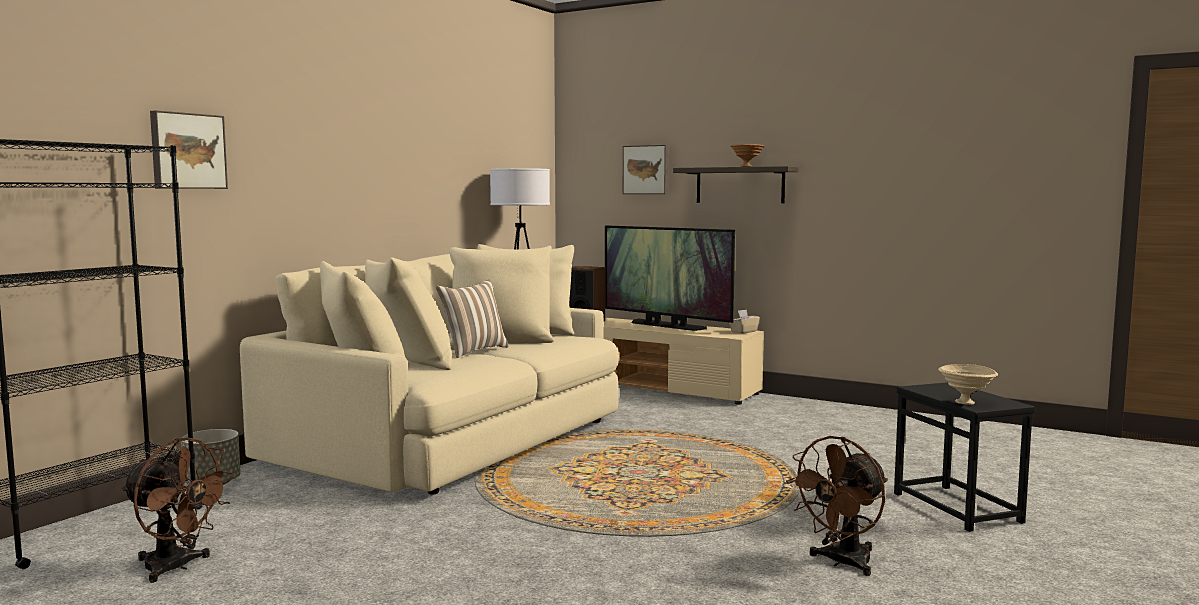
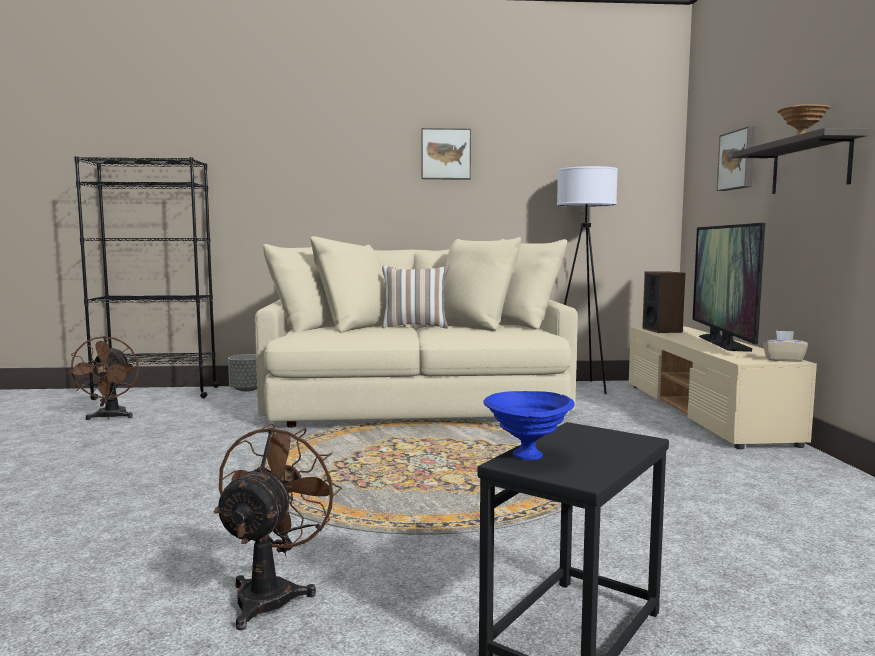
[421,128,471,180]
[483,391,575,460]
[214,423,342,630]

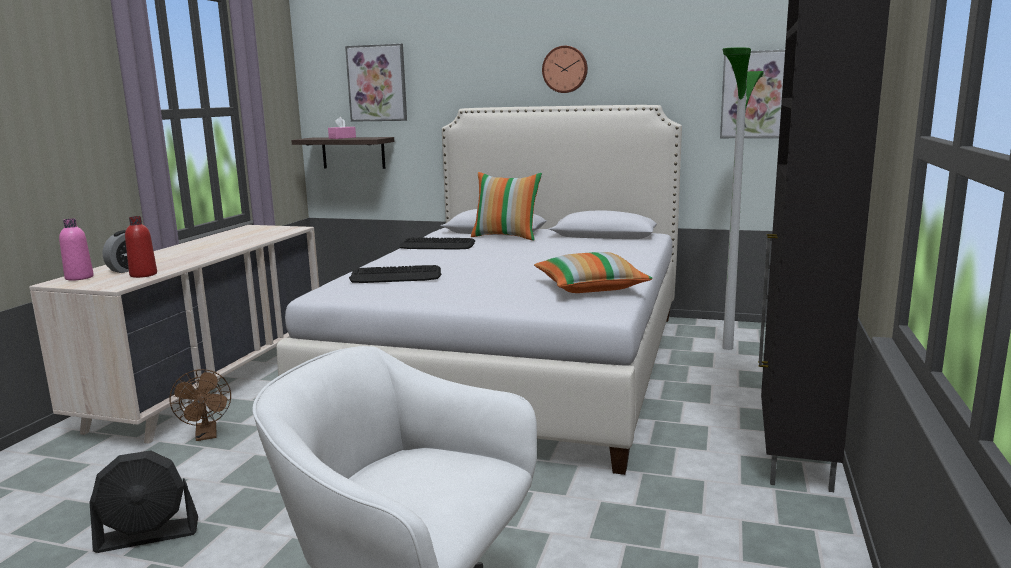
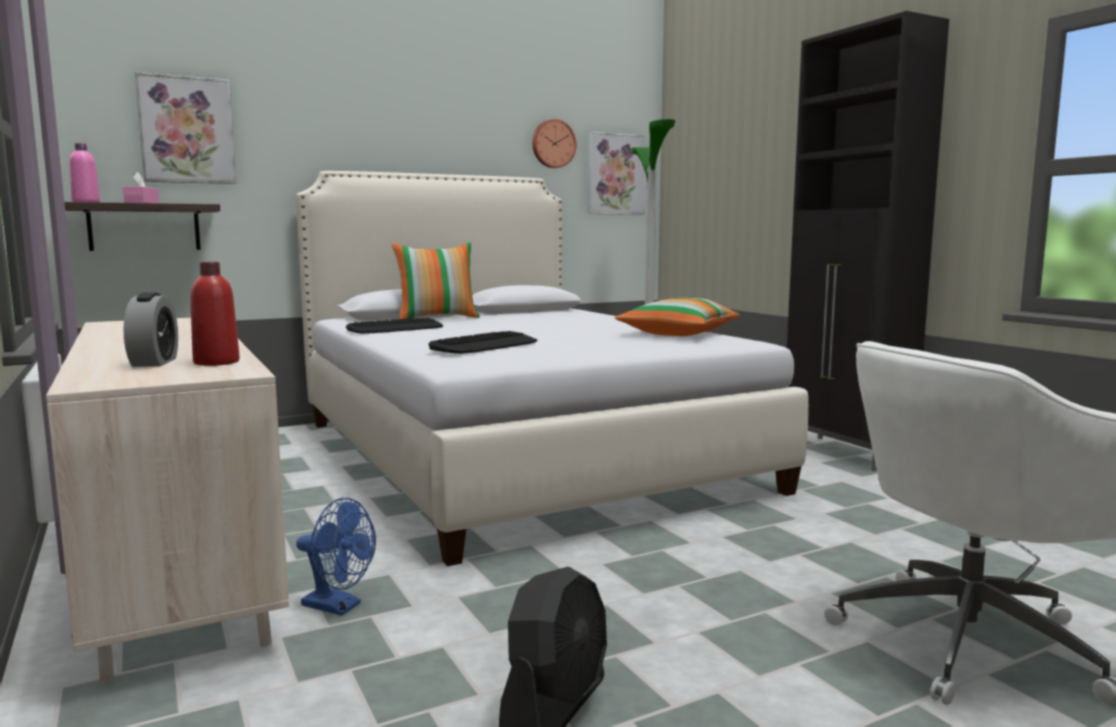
[69,143,100,202]
[532,119,576,168]
[296,498,376,616]

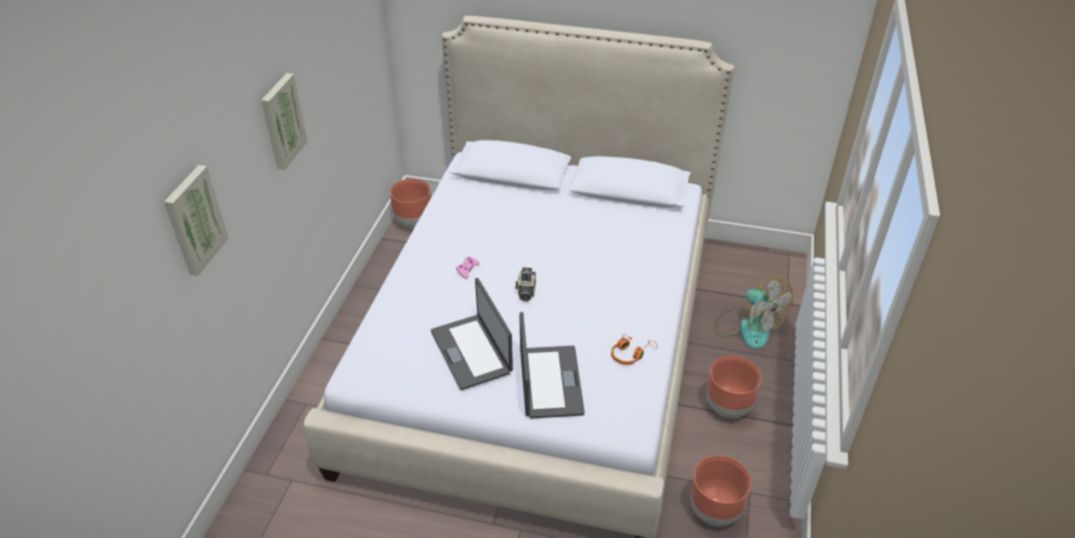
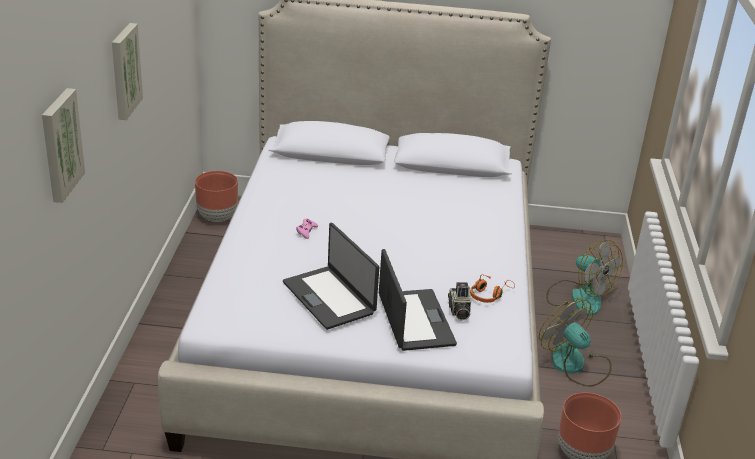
[448,282,471,320]
[539,298,612,387]

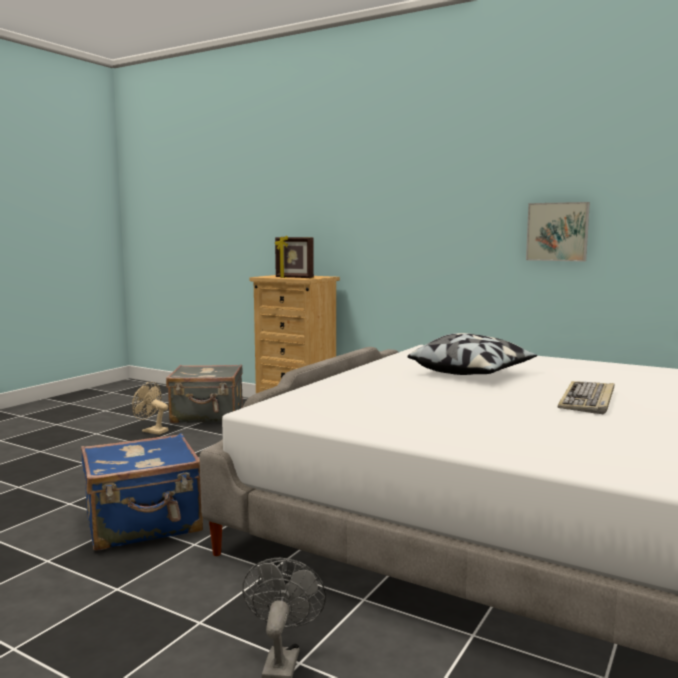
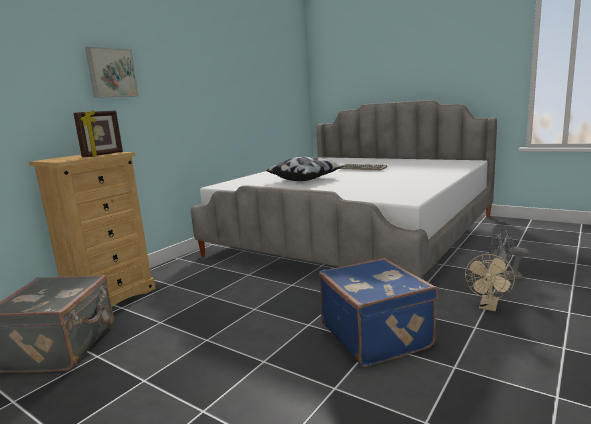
[465,254,515,311]
[85,47,139,98]

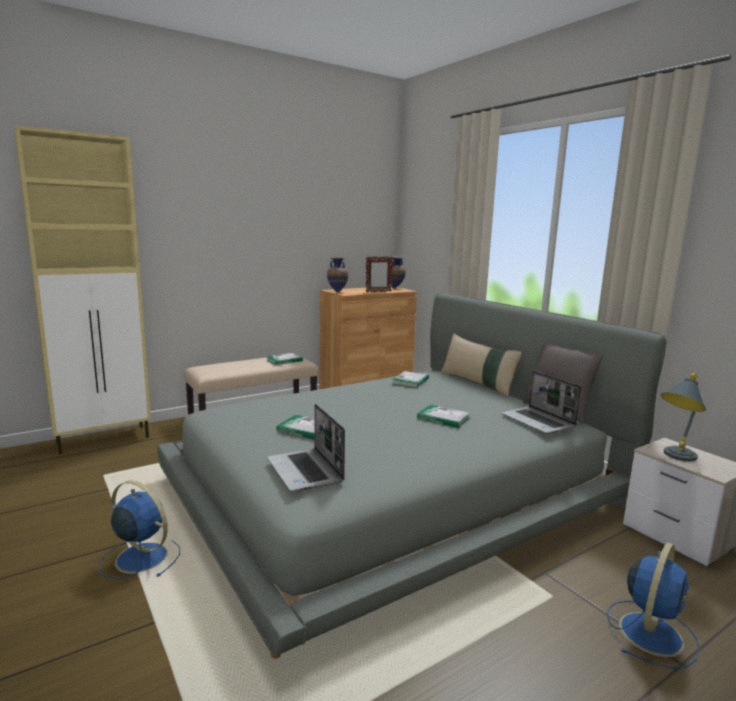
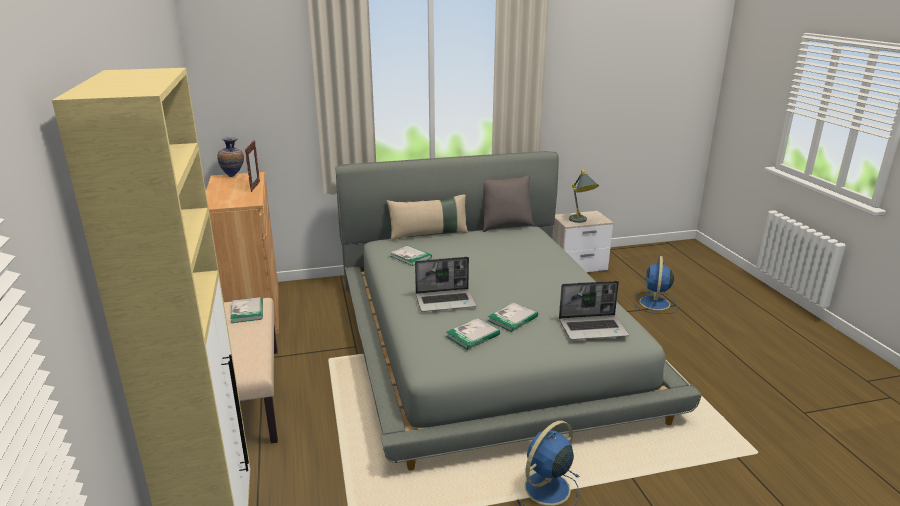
[327,258,348,292] (first image)
[446,318,500,350]
[415,257,477,312]
[633,256,678,314]

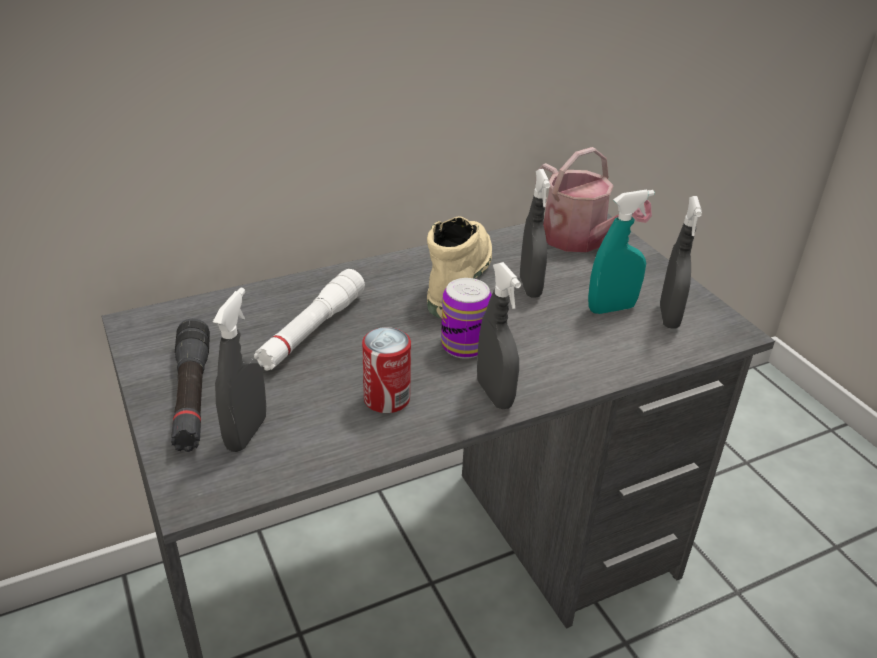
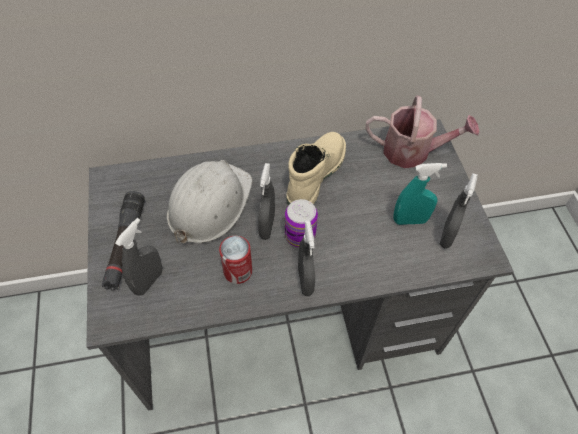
[258,163,275,240]
[167,160,253,244]
[365,95,480,168]

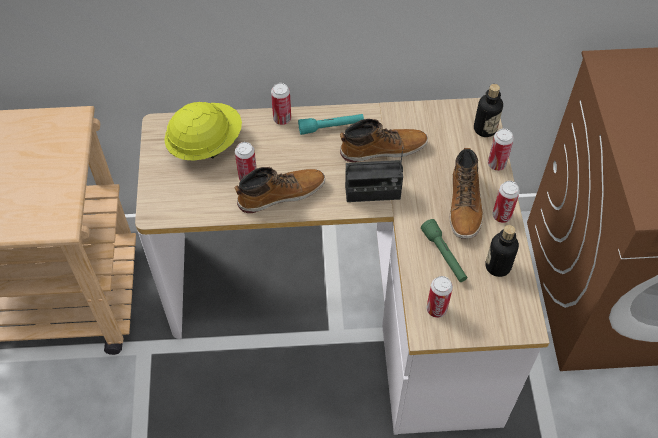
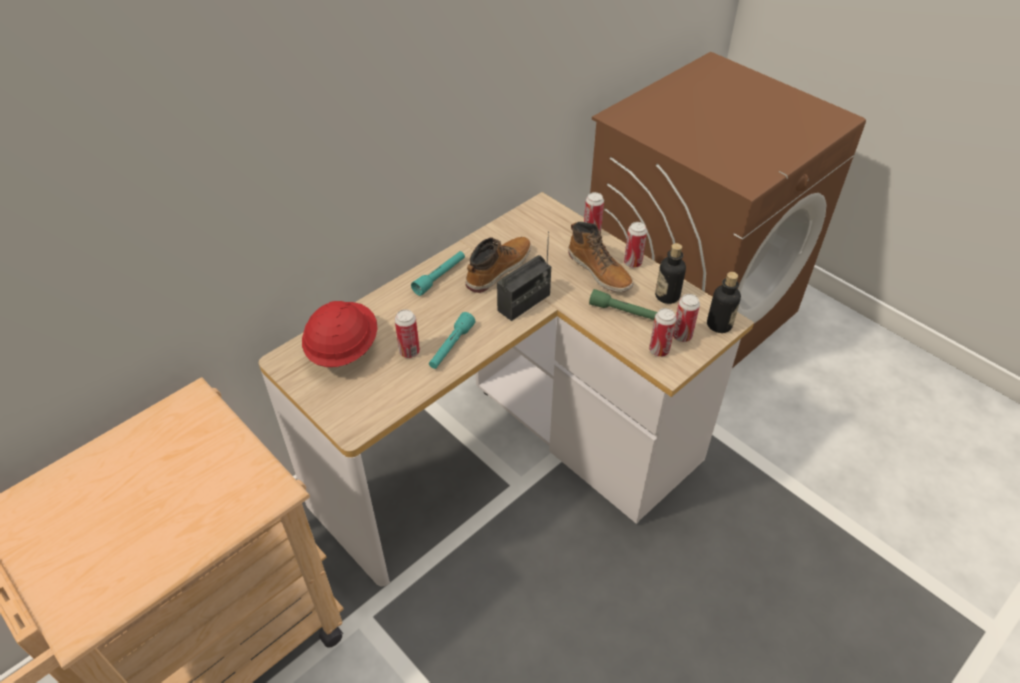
[673,294,700,342]
[707,272,741,333]
[429,312,475,369]
[302,301,377,367]

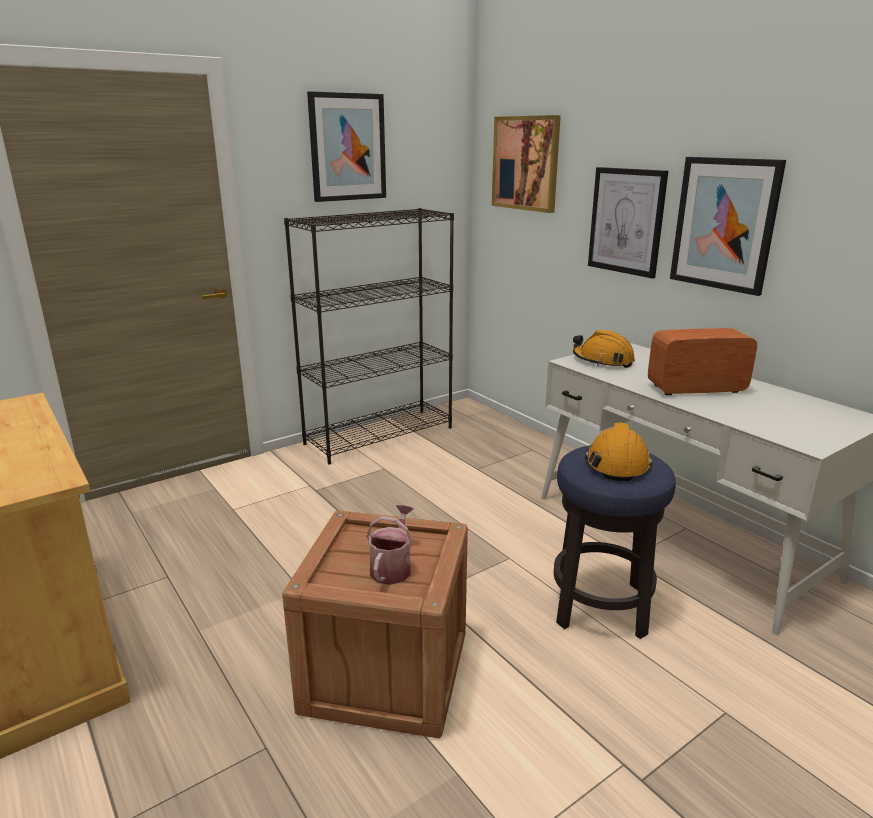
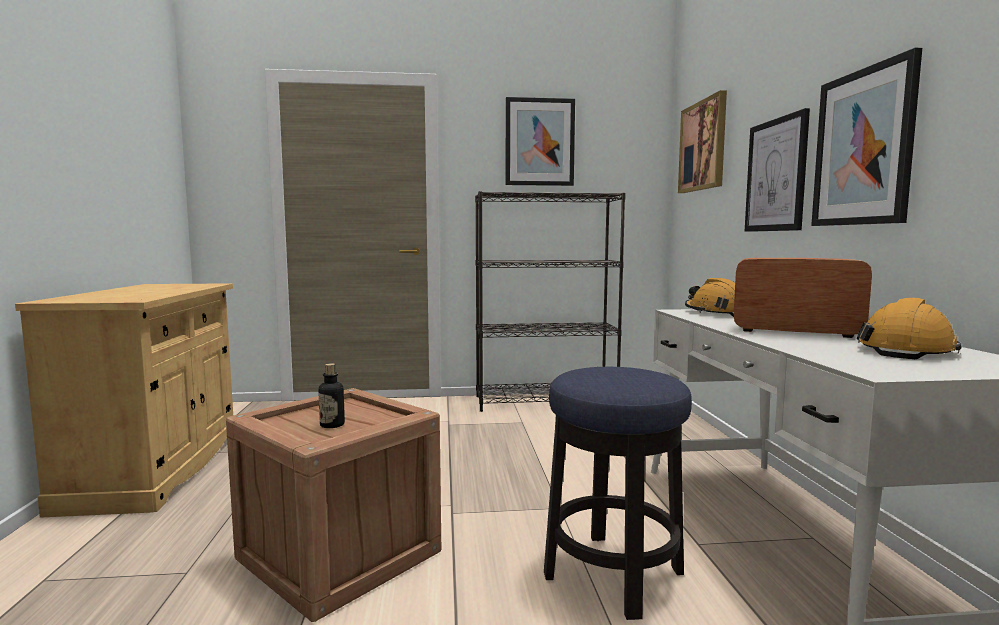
[857,297,961,359]
[318,363,345,428]

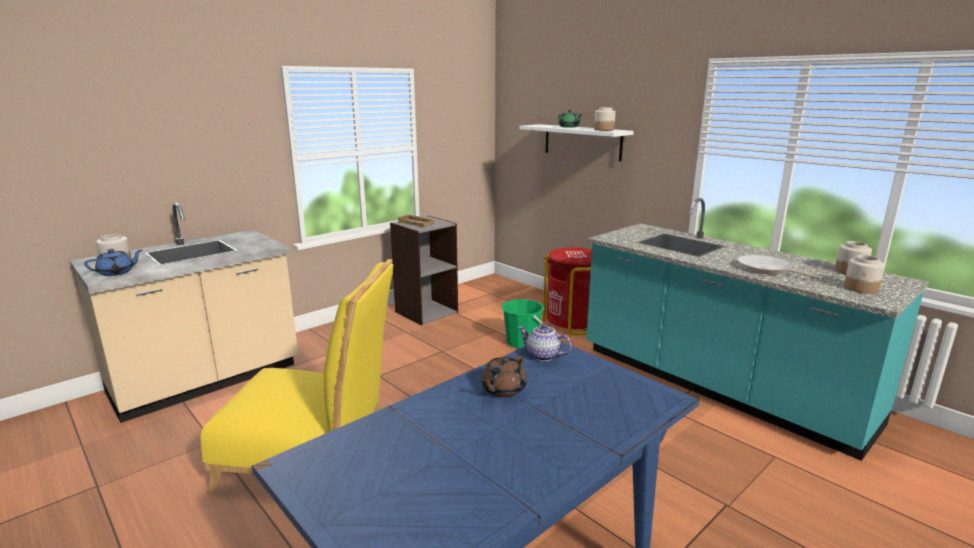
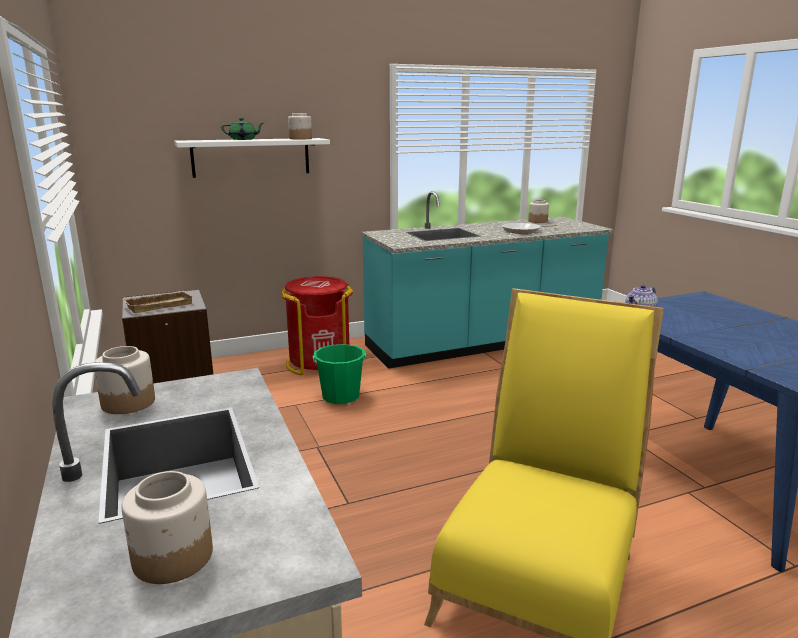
[84,249,142,276] (first image)
[481,356,527,397] (first image)
[94,346,155,414]

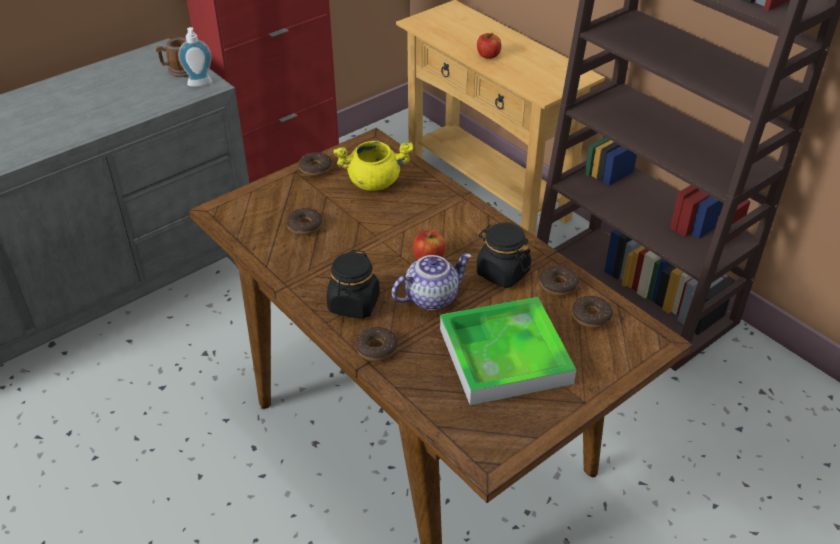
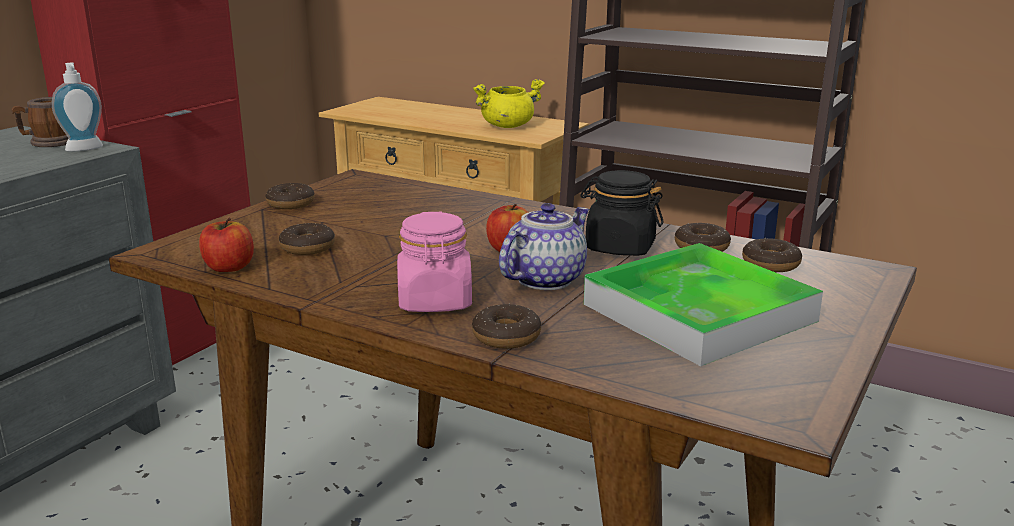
[473,79,545,128]
[199,218,254,272]
[397,212,472,312]

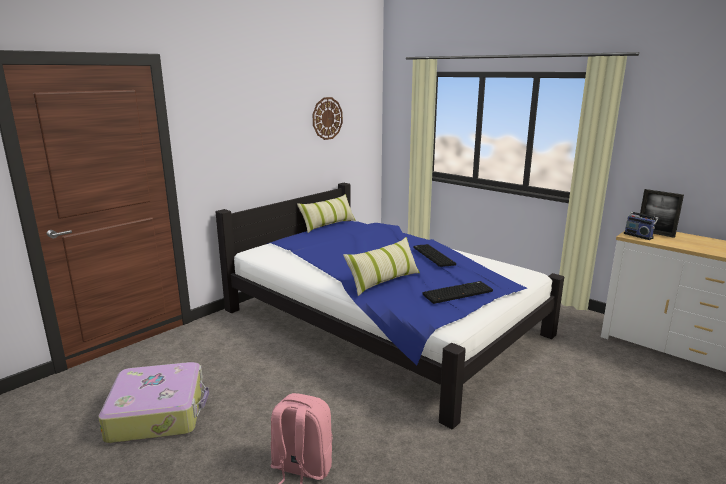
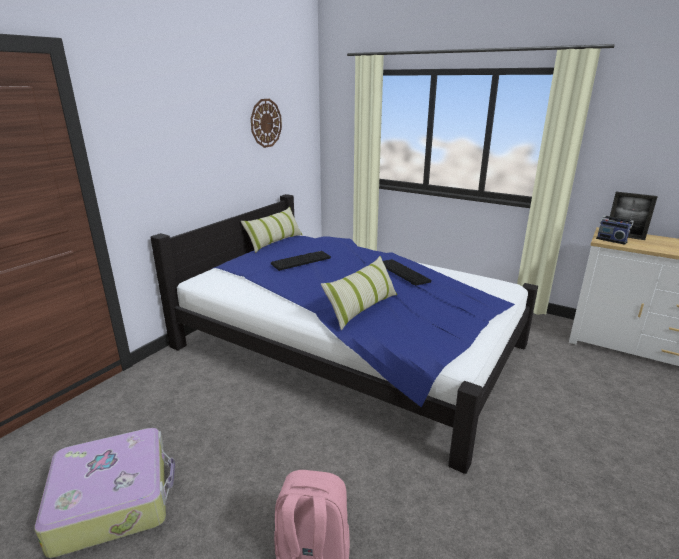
[271,251,331,271]

